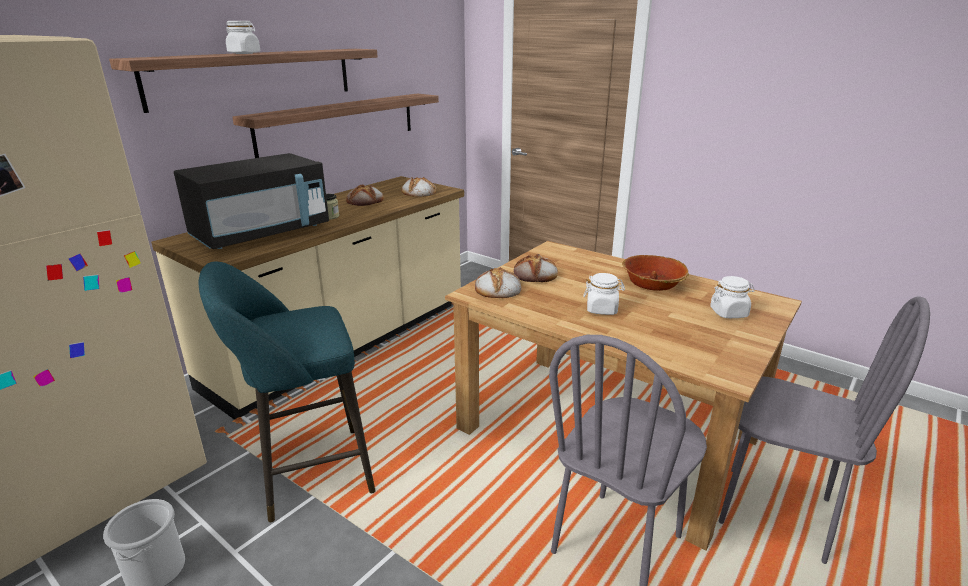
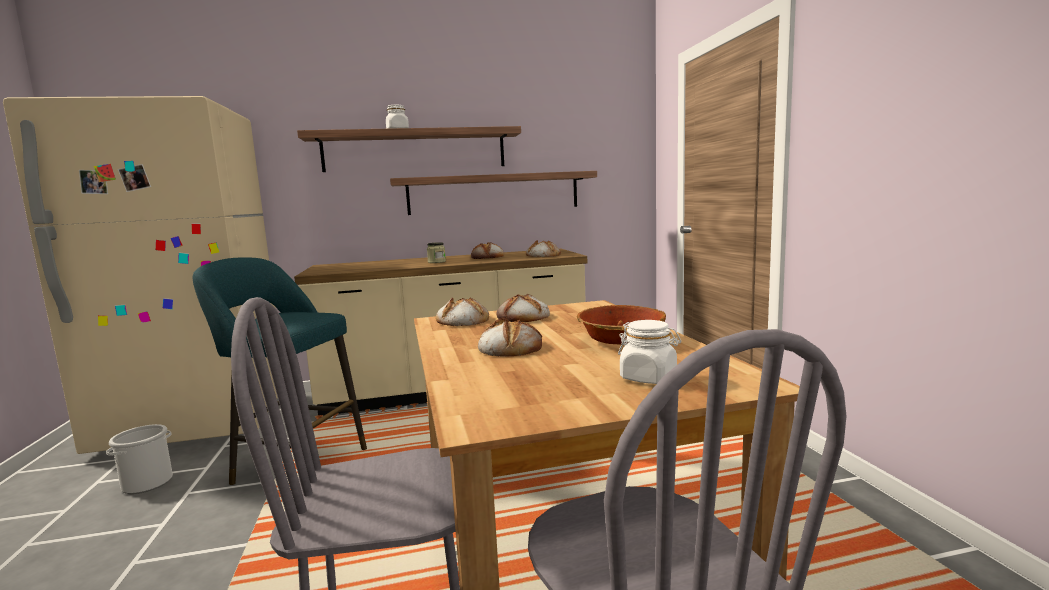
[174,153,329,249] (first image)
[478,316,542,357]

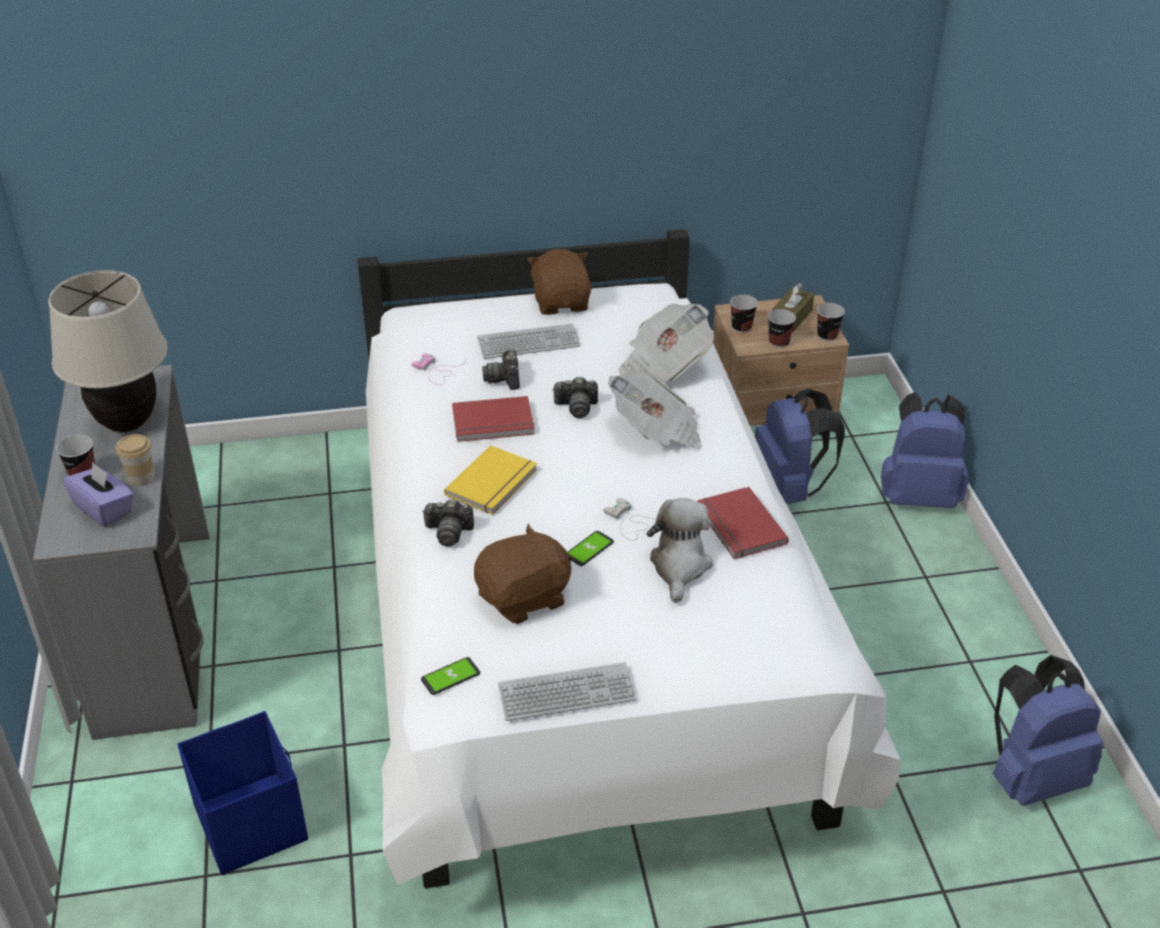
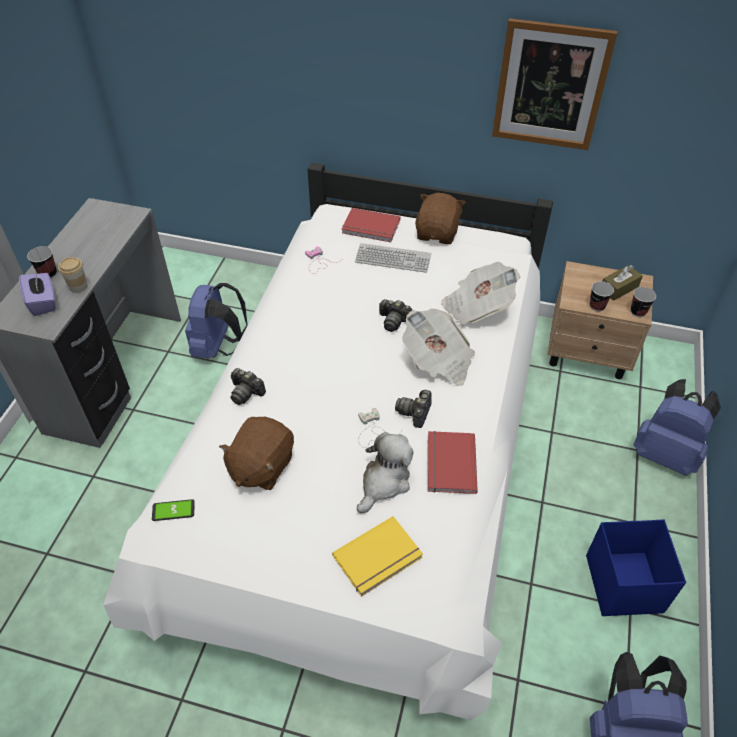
[48,270,168,432] (first image)
[498,662,636,721] (first image)
[567,531,614,566] (first image)
[730,295,758,333] (first image)
[492,18,618,150]
[586,519,686,616]
[332,516,423,597]
[342,208,400,242]
[395,389,432,428]
[185,283,248,359]
[219,417,294,490]

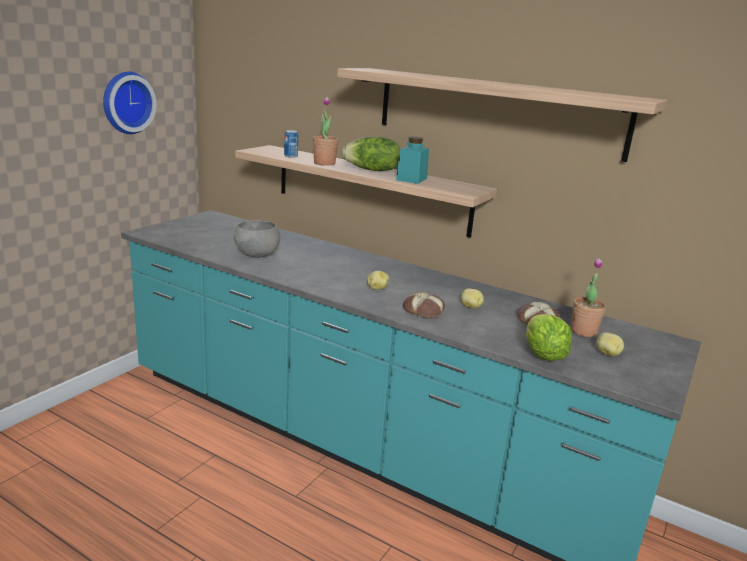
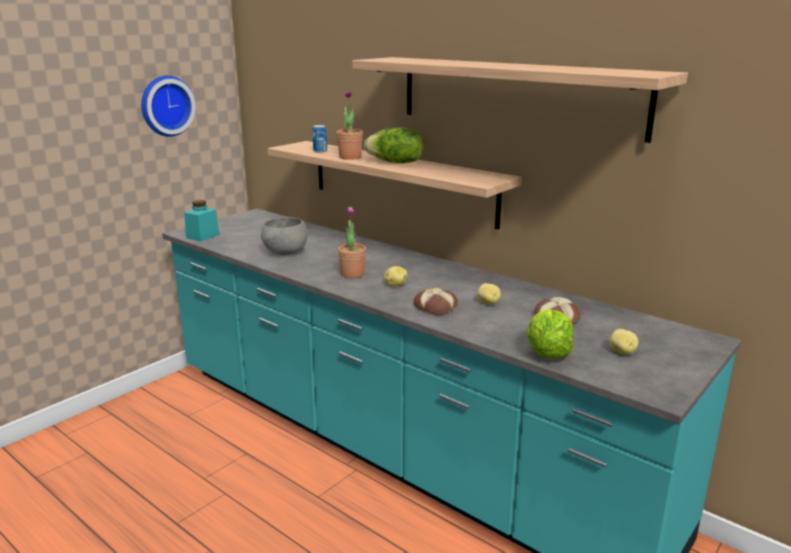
[184,200,219,242]
[338,207,366,278]

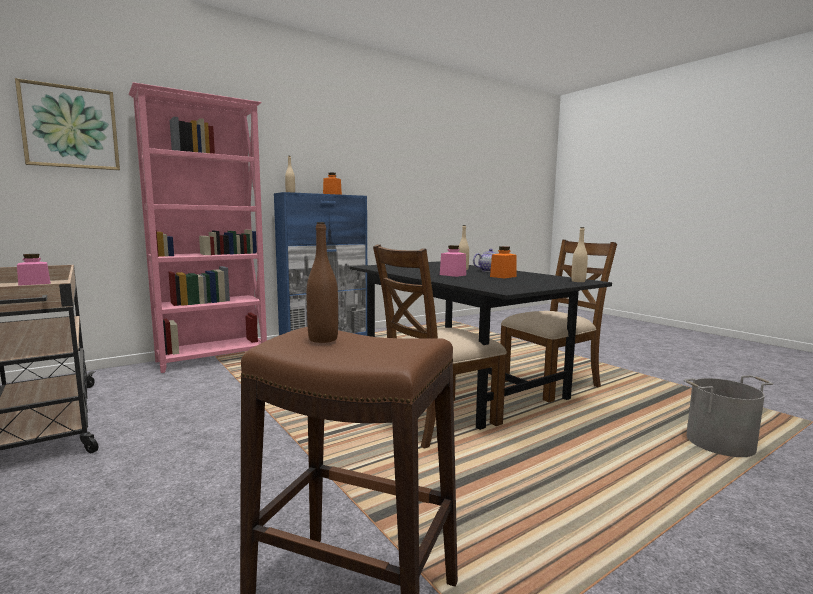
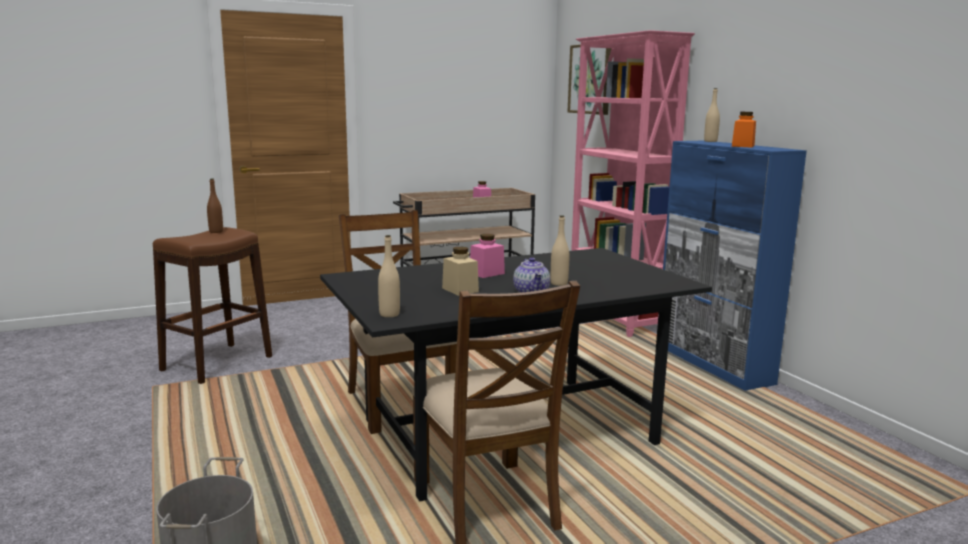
[442,247,479,296]

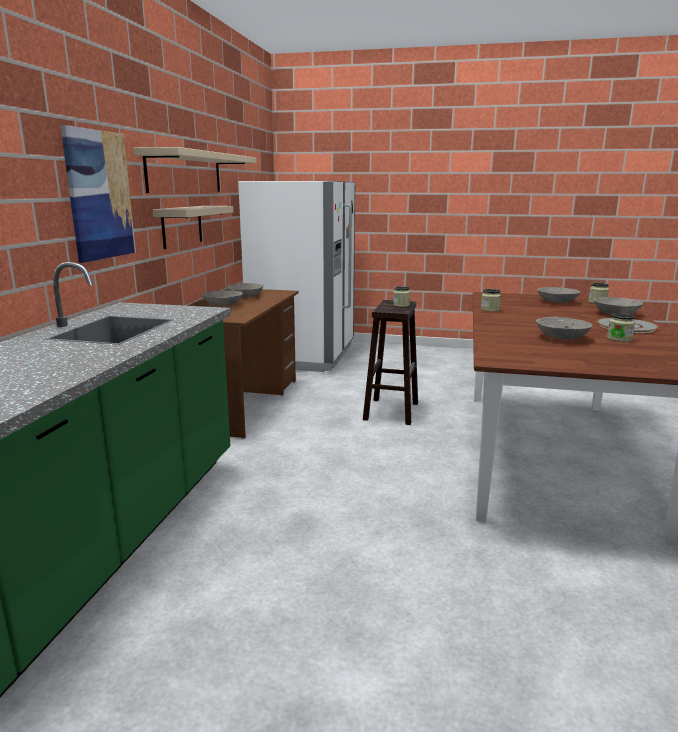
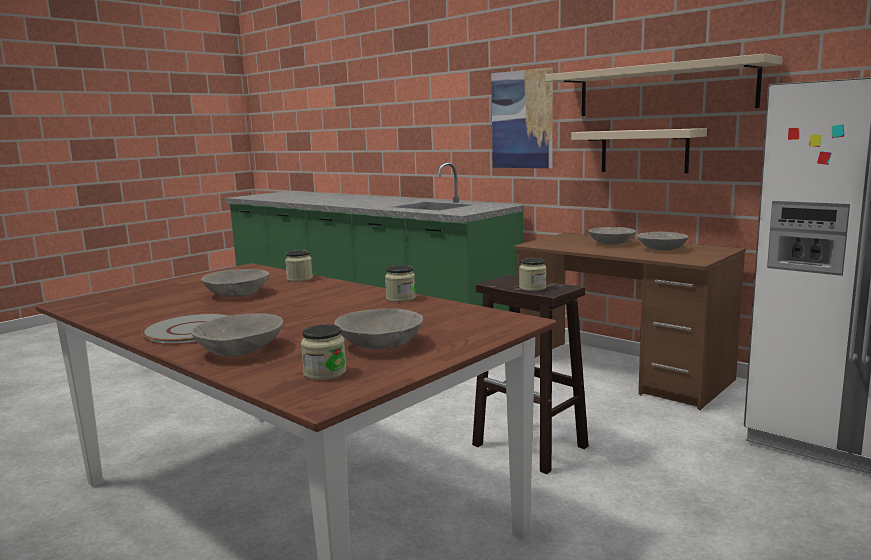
[285,250,313,282]

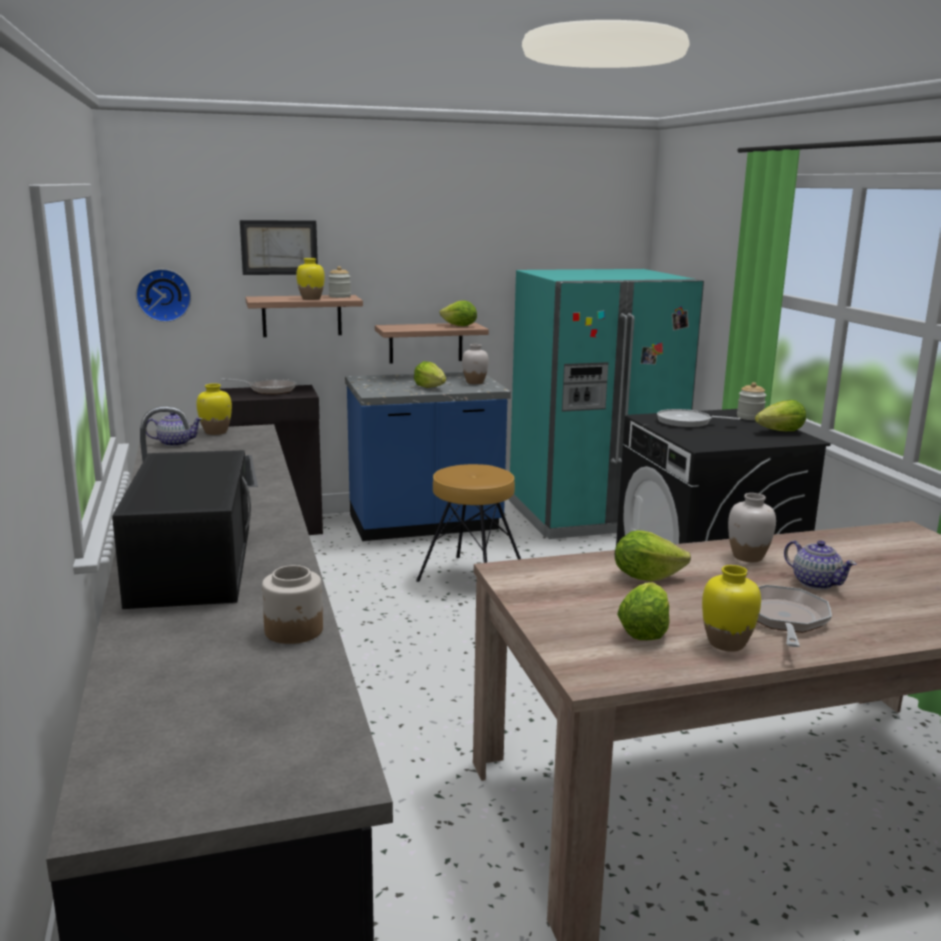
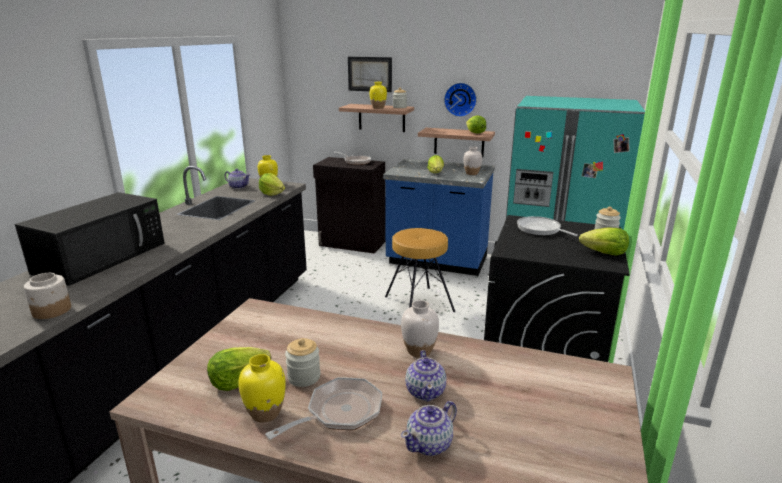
[285,338,321,387]
[401,401,457,456]
[444,83,477,117]
[259,173,285,196]

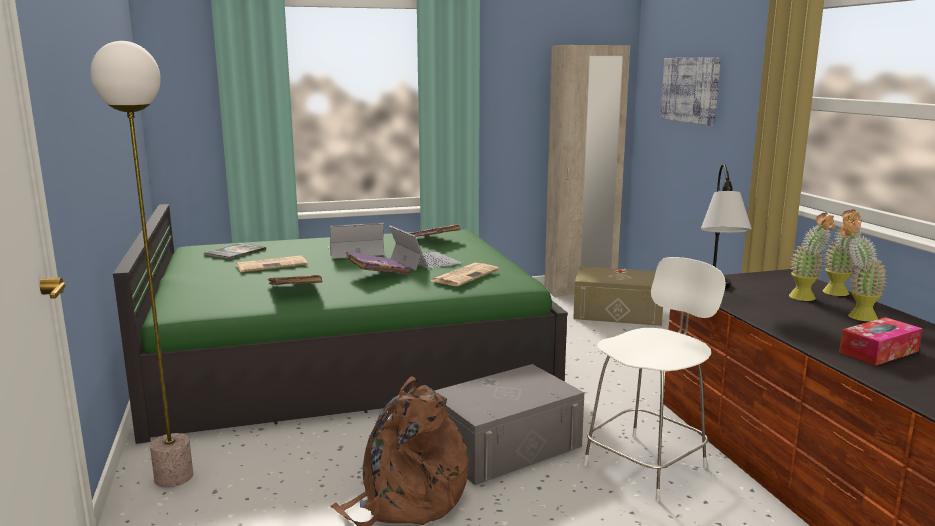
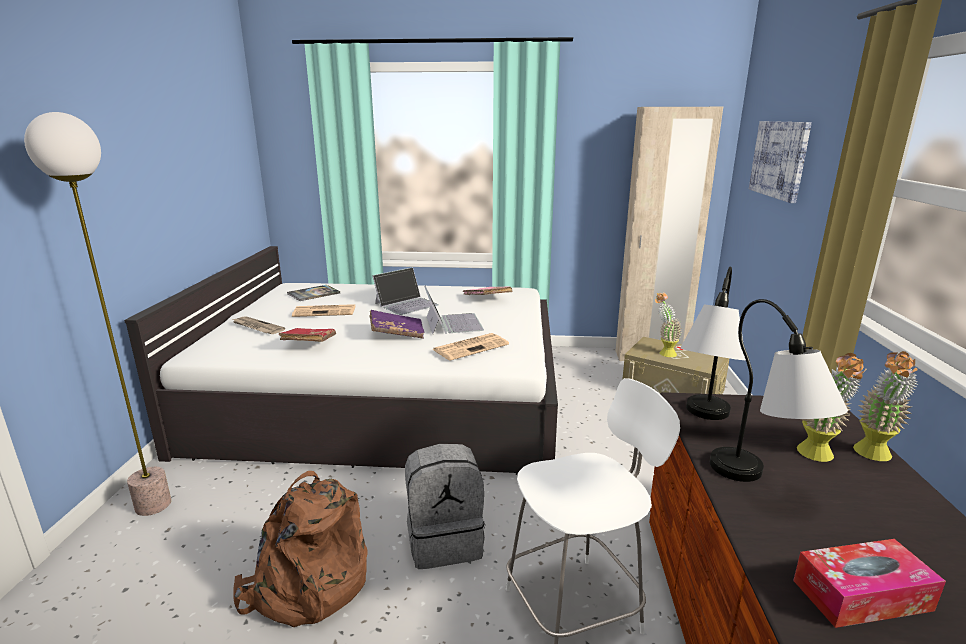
[233,316,285,334]
[710,299,848,482]
[655,292,682,357]
[405,444,486,569]
[124,246,558,475]
[372,267,439,315]

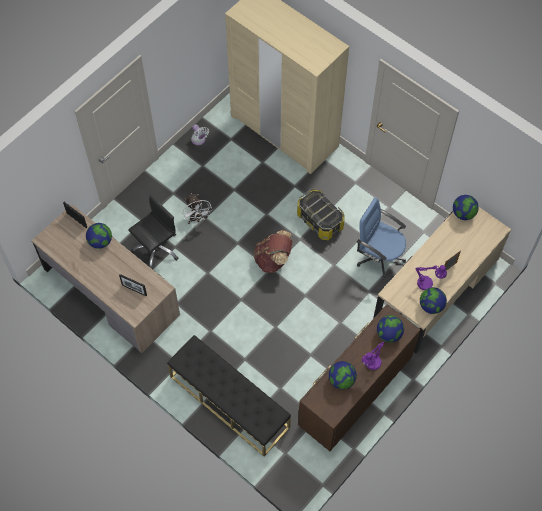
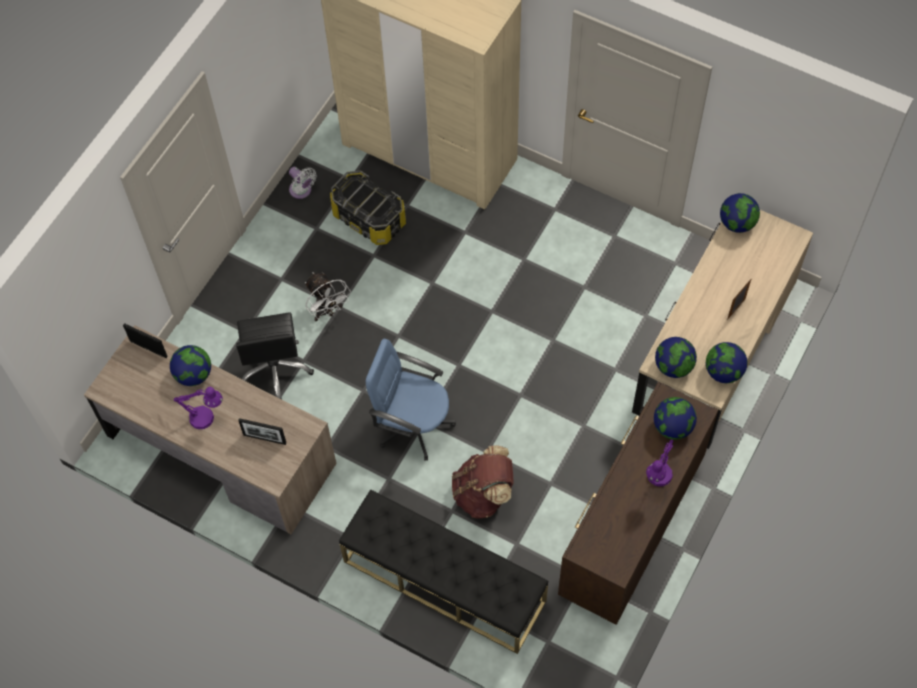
[452,446,514,519]
[330,171,406,245]
[655,337,697,378]
[366,339,456,461]
[174,387,223,429]
[236,312,314,399]

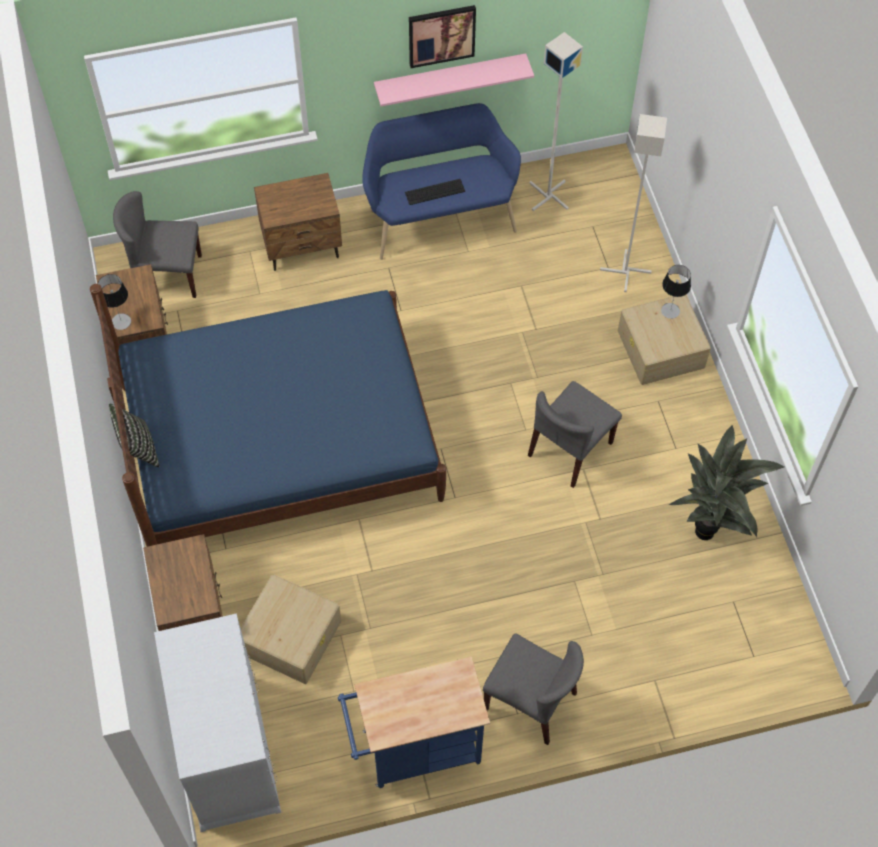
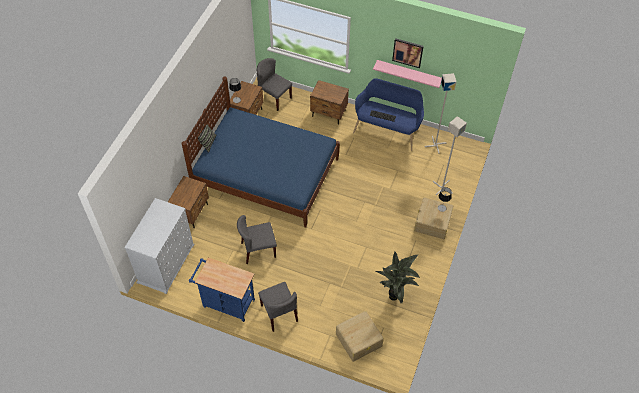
[336,311,384,362]
[237,215,277,264]

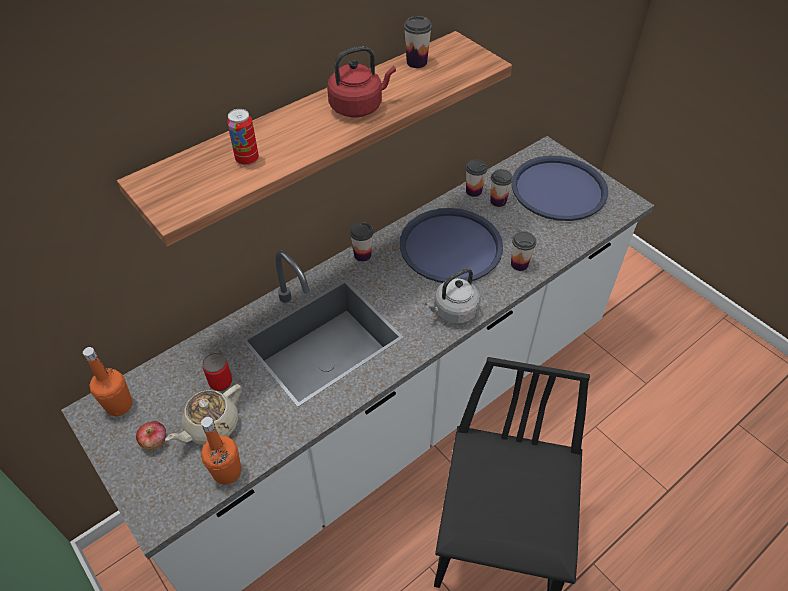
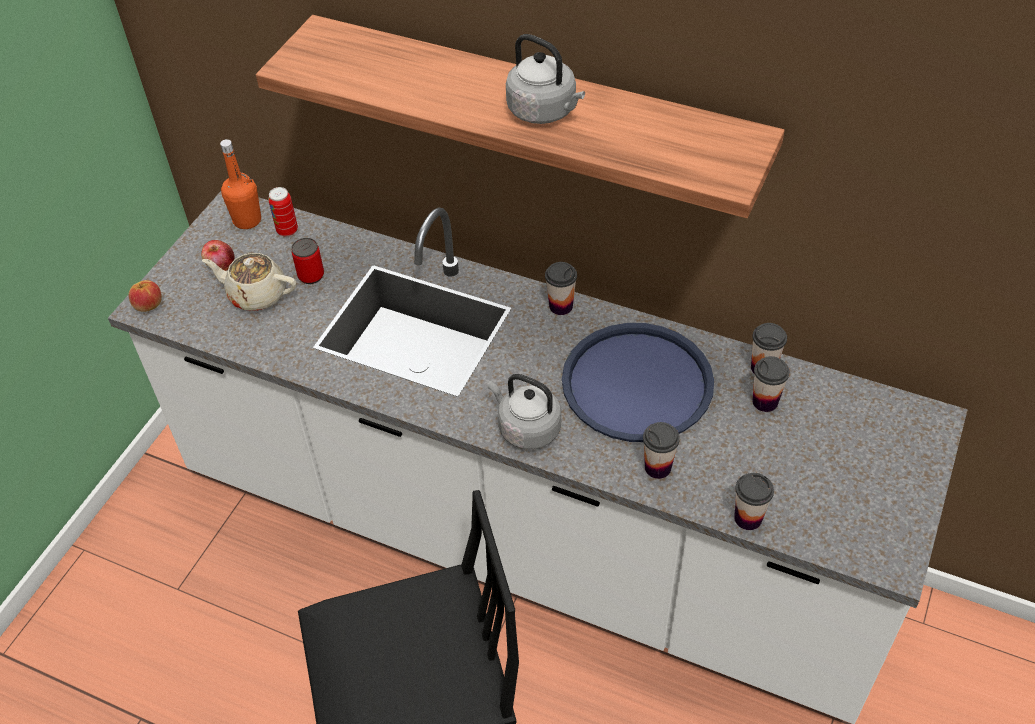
[201,417,241,485] (first image)
[511,156,608,221] (first image)
[129,280,162,312]
[268,187,298,237]
[734,473,774,530]
[506,34,585,124]

